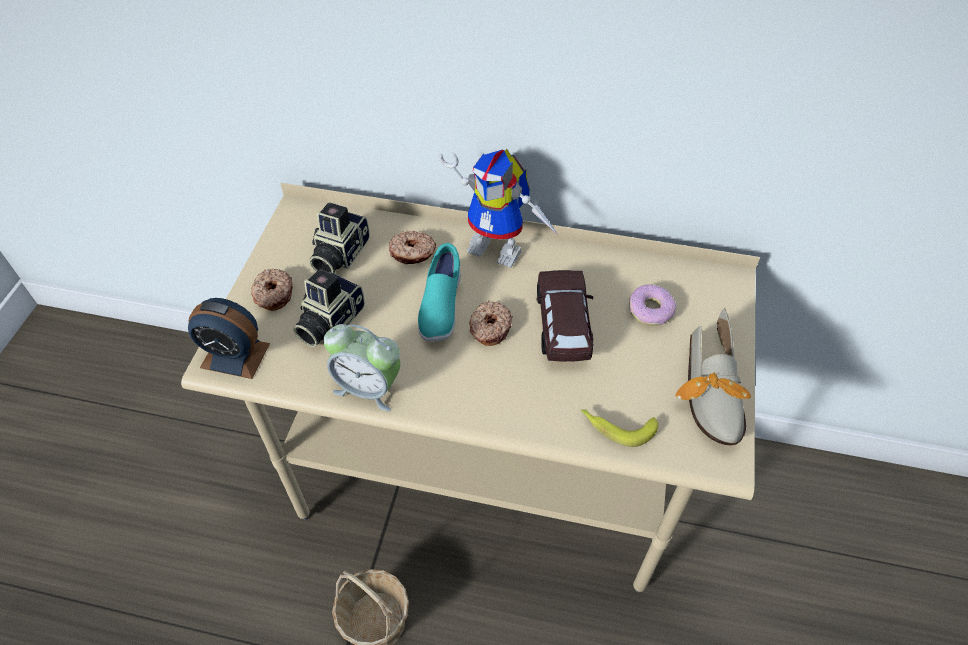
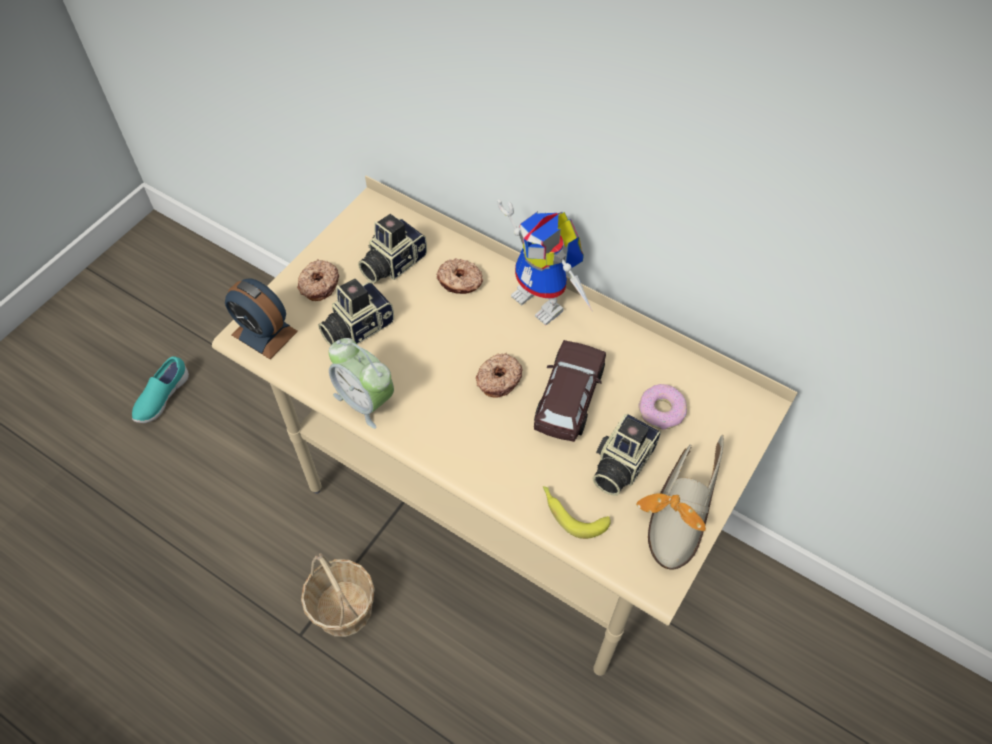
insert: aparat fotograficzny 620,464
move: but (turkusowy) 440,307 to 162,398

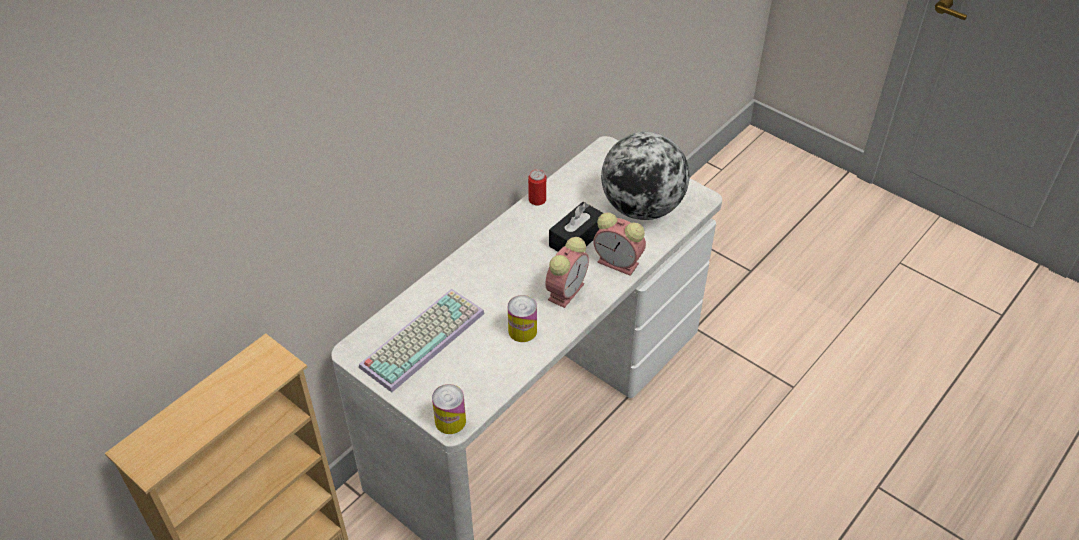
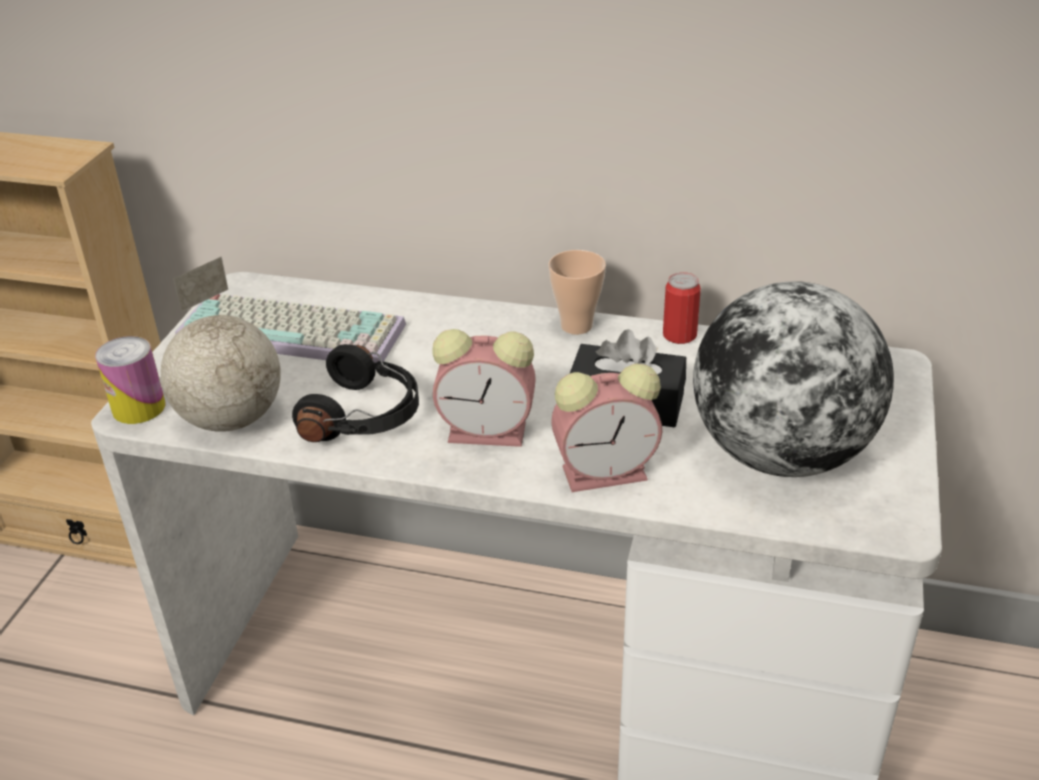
insert: globus 230,419; filiżanka 576,326
replace: puszka 522,331 to słuchawki (czarny) 365,415
rotate: budzik 619,263 = 608,472 105 degrees counterclockwise

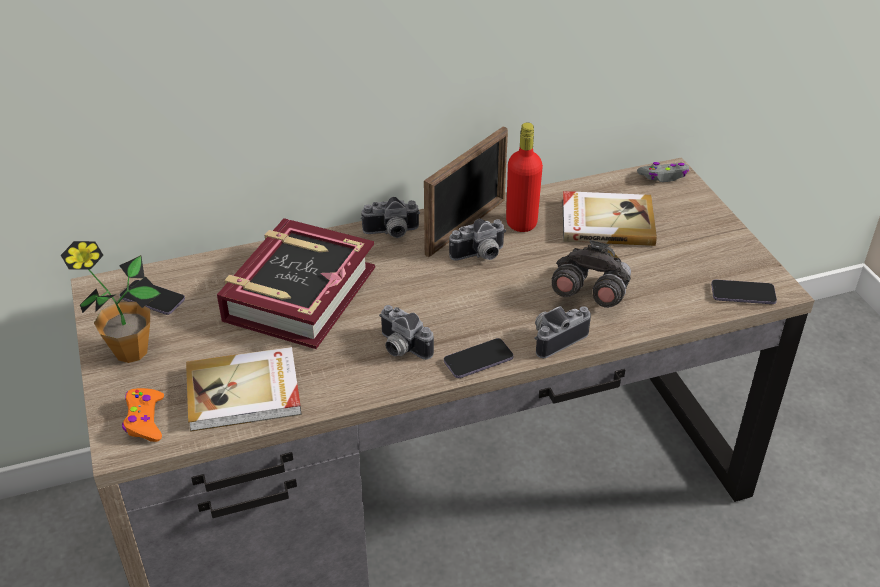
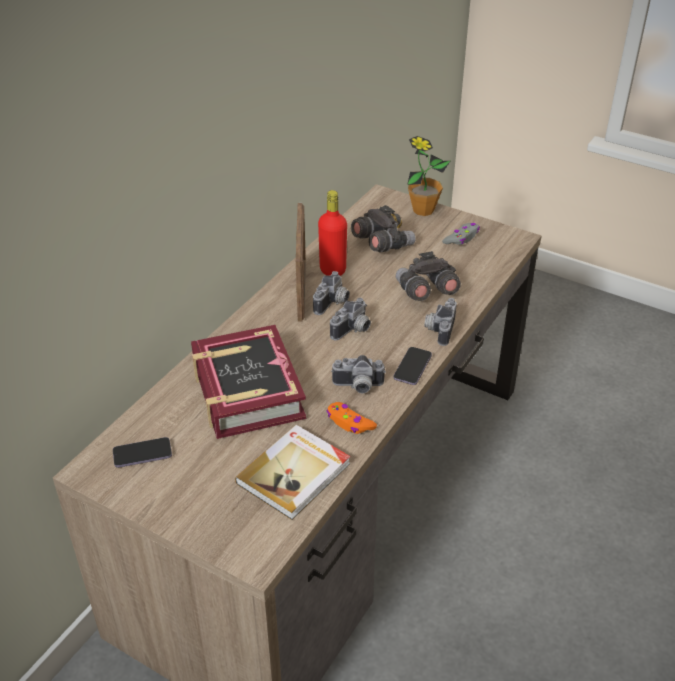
delete: telefon 743,294
move: roślina doniczkowa 131,351 to 423,210; pad do gier (pomarańczowy) 145,420 to 349,423; aparat fotograficzny 391,233 to 353,330; pad do gier (szary) 664,176 to 462,238
replace: książka 606,221 to lornetka (szary) 381,244

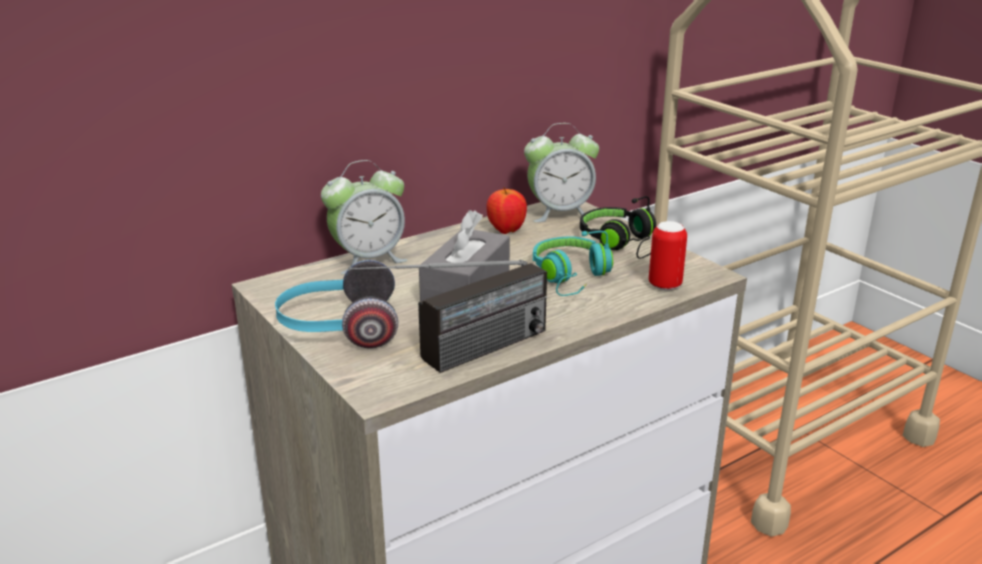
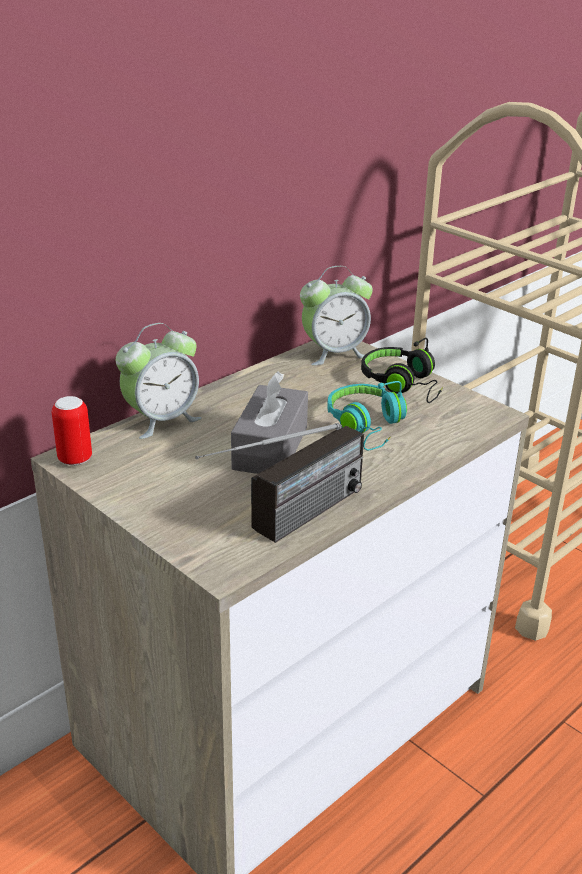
delete: słuchawki 338,328; jabłko 506,230
move: puszka 665,285 to 75,459

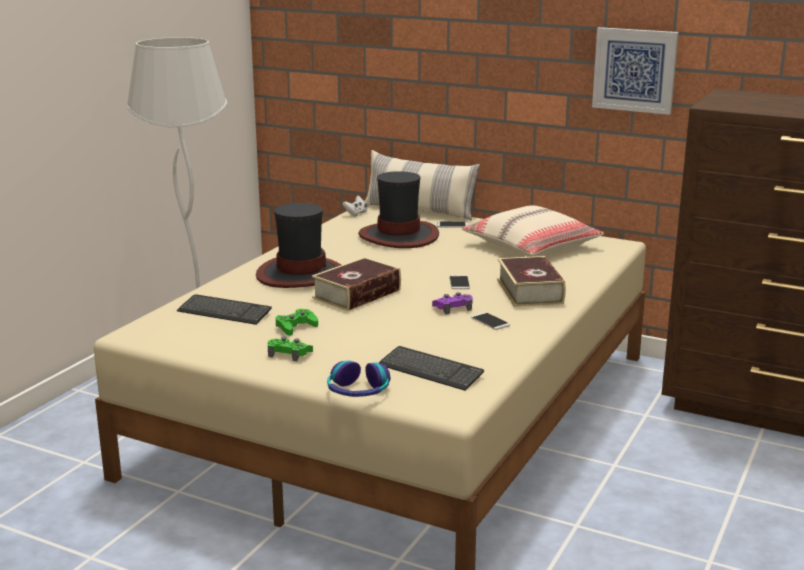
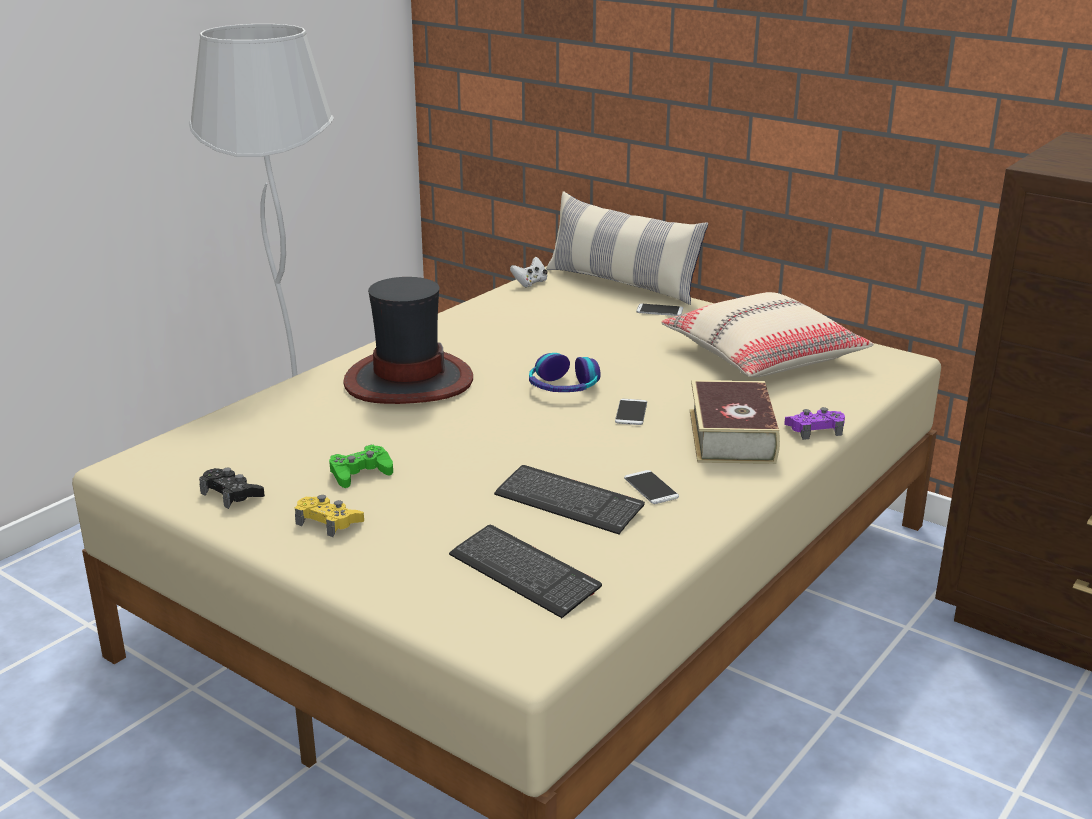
delete: książka 357,294; kapelusz 399,236; obraz 635,70
insert: pad do gier (czarny) 232,494
move: klawiatura 224,312 to 568,502; słuchawki 358,391 to 563,387; pad do gier (fioletowy) 453,308 to 815,430
recolor: pad do gier (zielony) 289,354 to pad do gier (żółty) 328,522

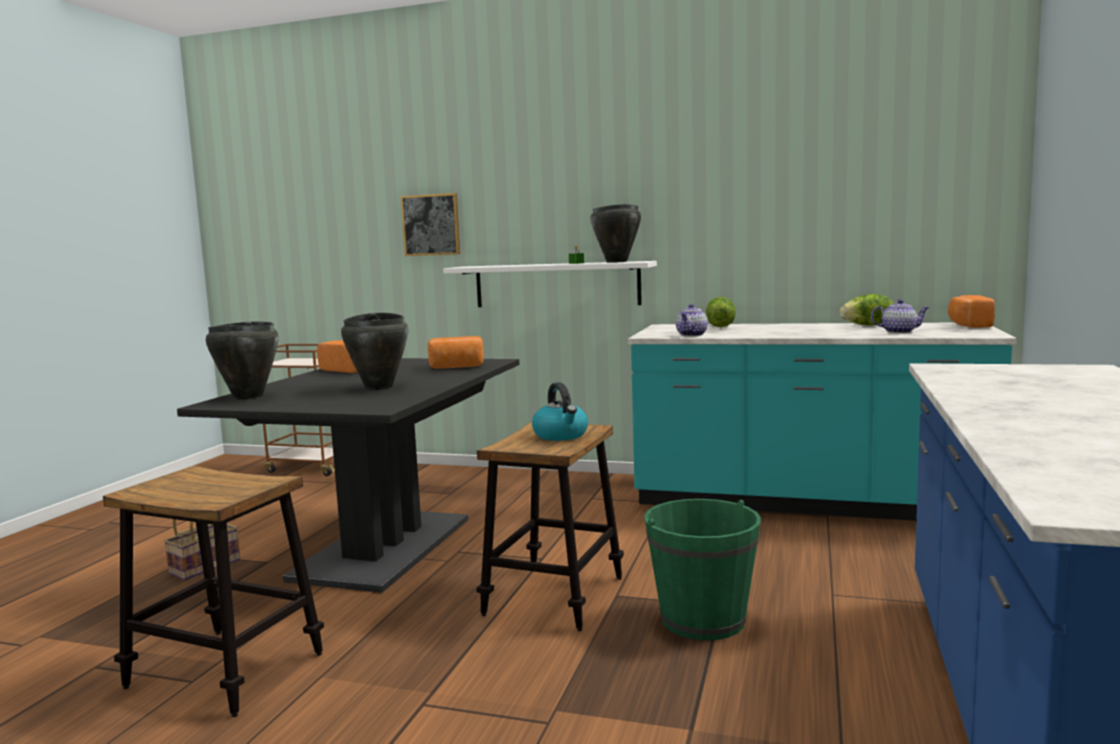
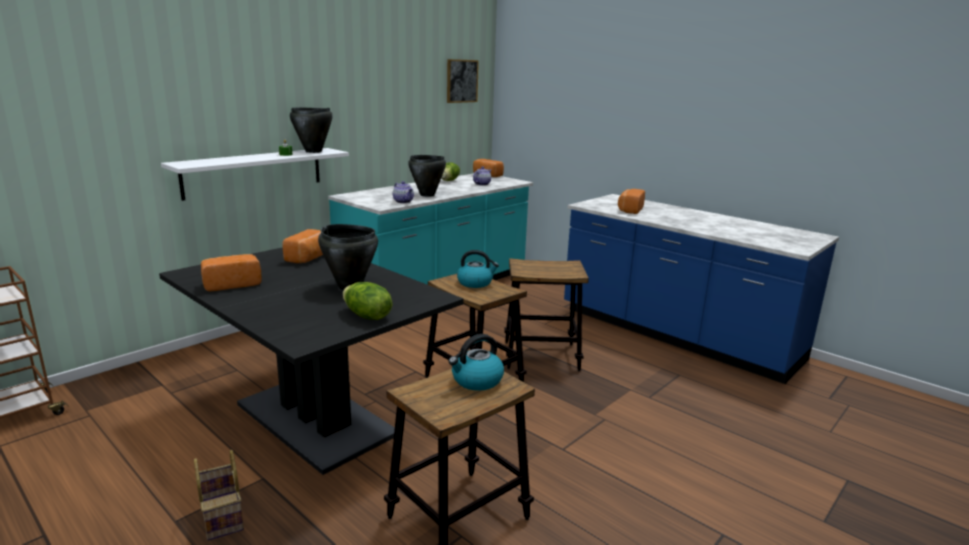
insert: czajnik 476,380; chleb 629,210
move: garnek (czarny) 247,397 to 427,195; obraz 431,225 to 461,81; sałata 720,326 to 366,316
replace: wiadro (zielony) 703,620 to stołek 541,356

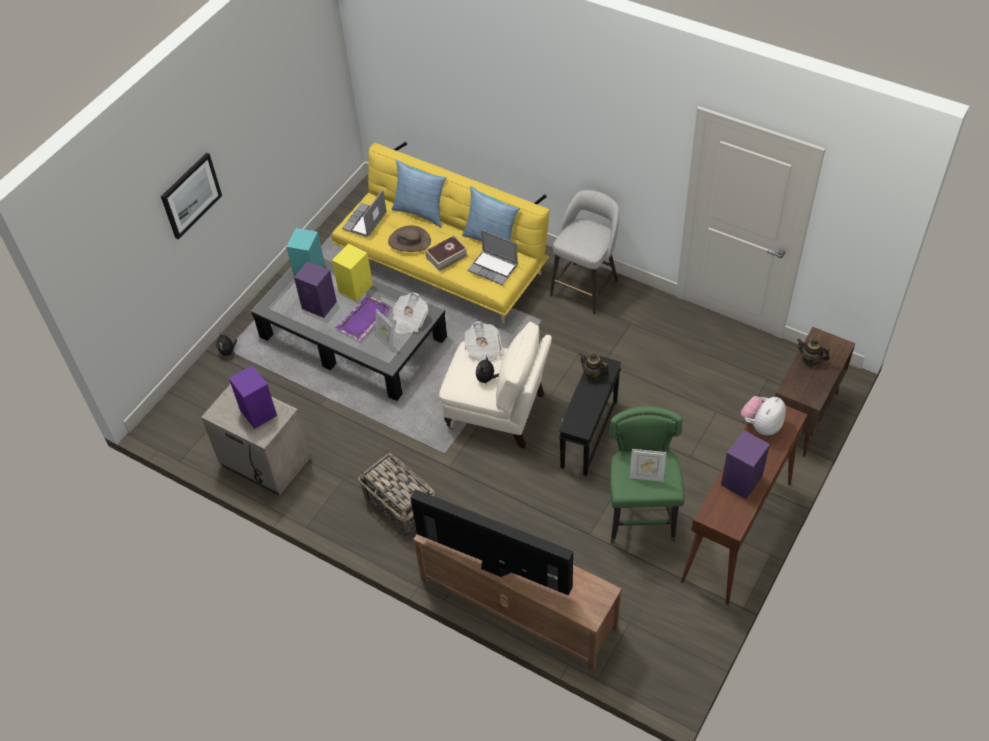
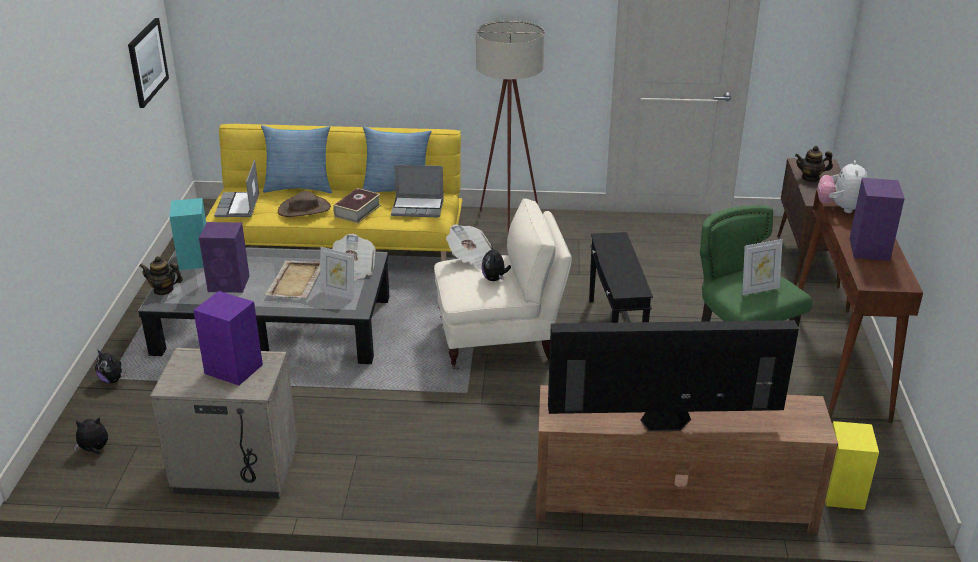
delete: koszyk 401,506
insert: pluszak 94,450
move: obraz 190,195 to 147,62; głośnik (żółty) 355,289 to 842,494; imbryk 593,374 to 163,290
replace: stołek (szary) 585,286 to lampa stojąca (beżowy) 508,225
recolor: taca (fioletowy) 363,319 to taca (beżowy) 295,282

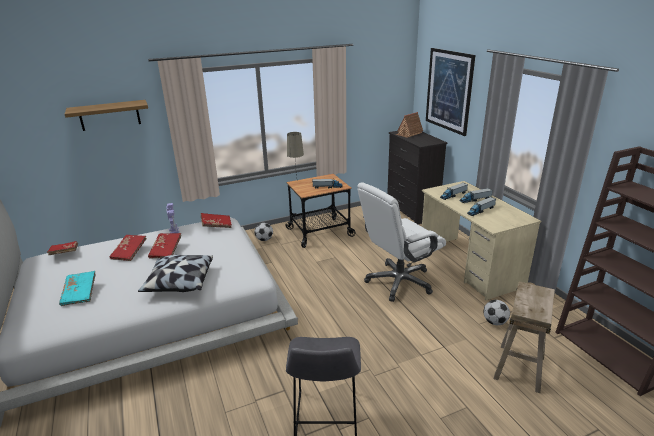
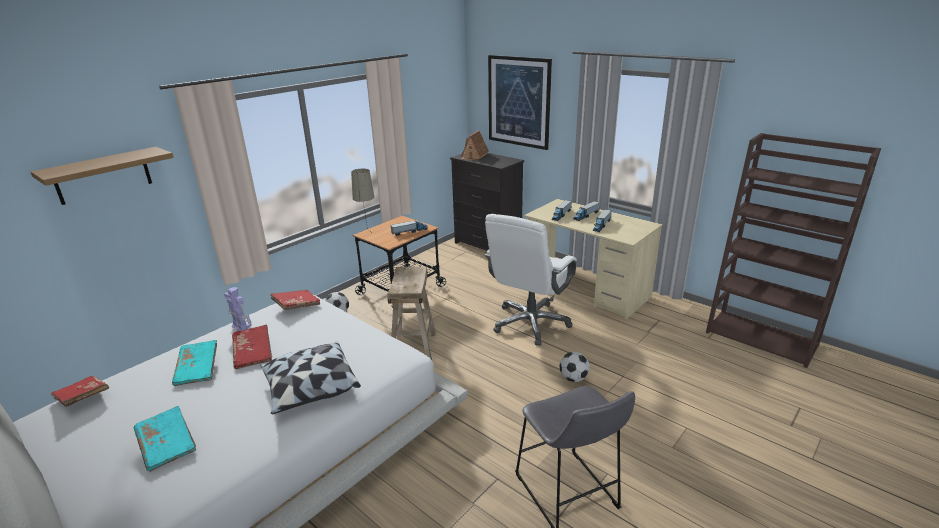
move: piłka futbolowa 494,322 to 573,378; stołek (beżowy) 520,367 to 414,347
recolor: książka (czerwony) 129,253 to książka (turkusowy) 198,370

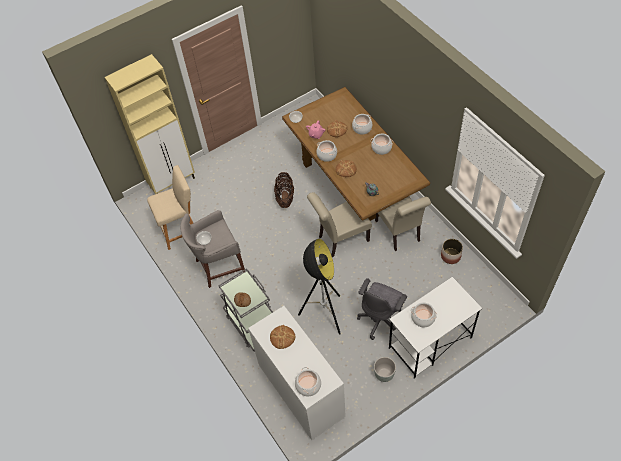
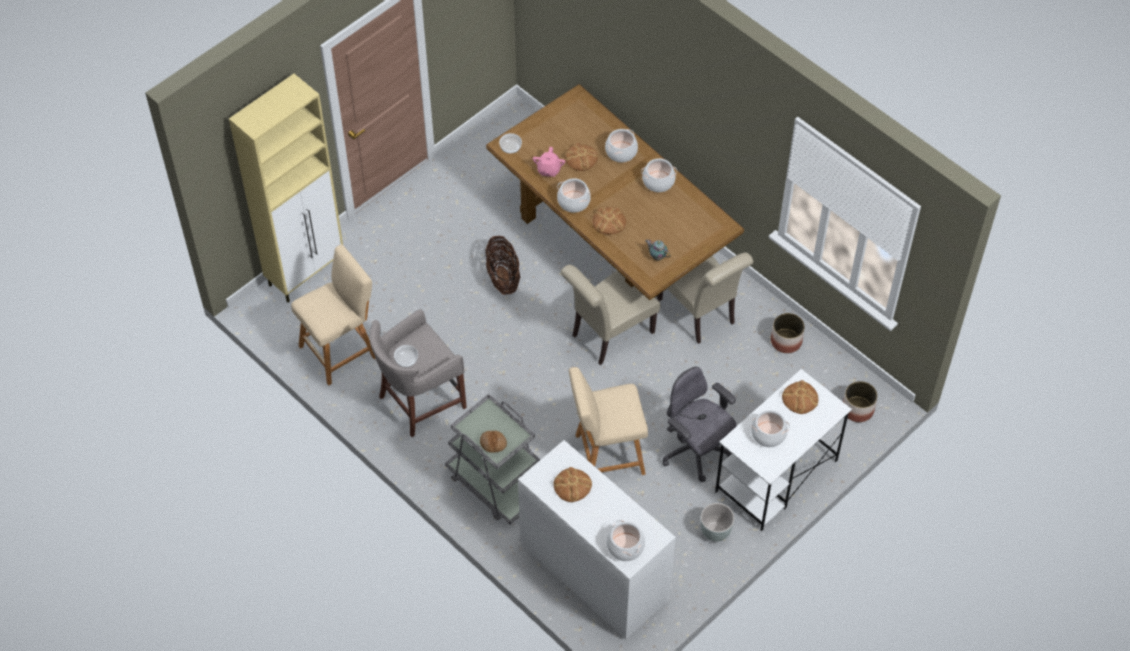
insert: chleb 800,398; donica 858,409
replace: lampa stojąca 324,314 to stołek (beżowy) 606,455
rotate: krzesło biurowe (szary) 381,320 = 695,451 120 degrees clockwise

